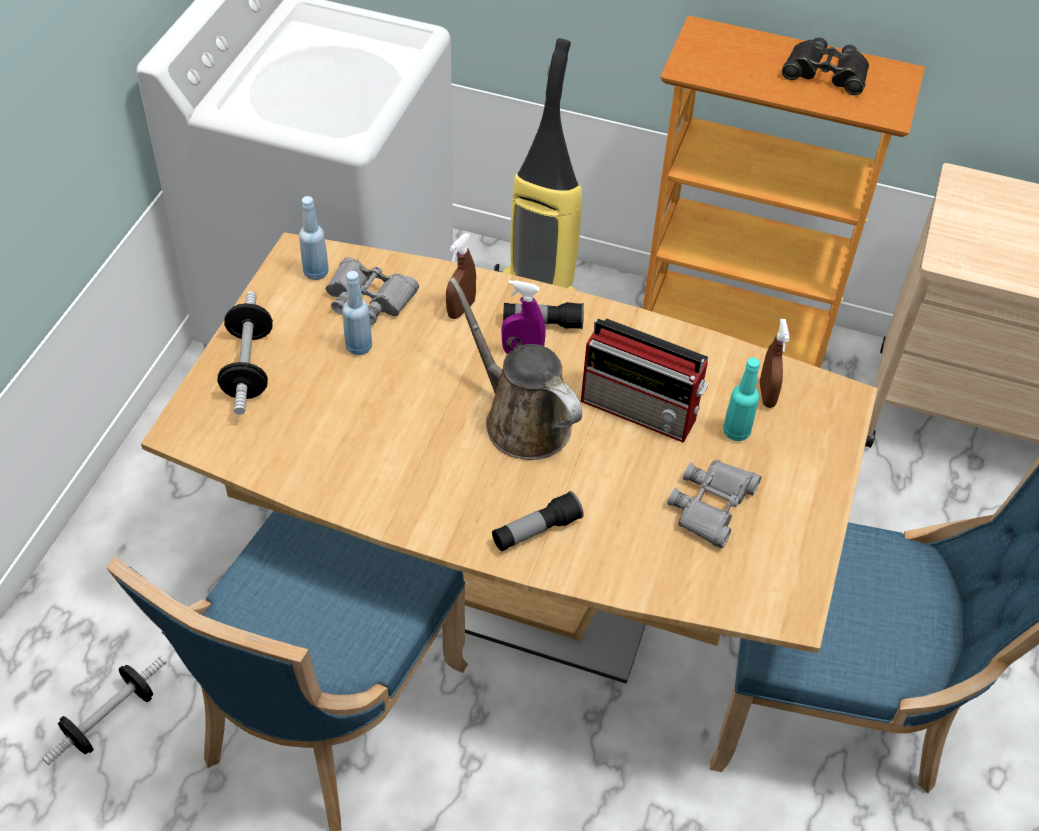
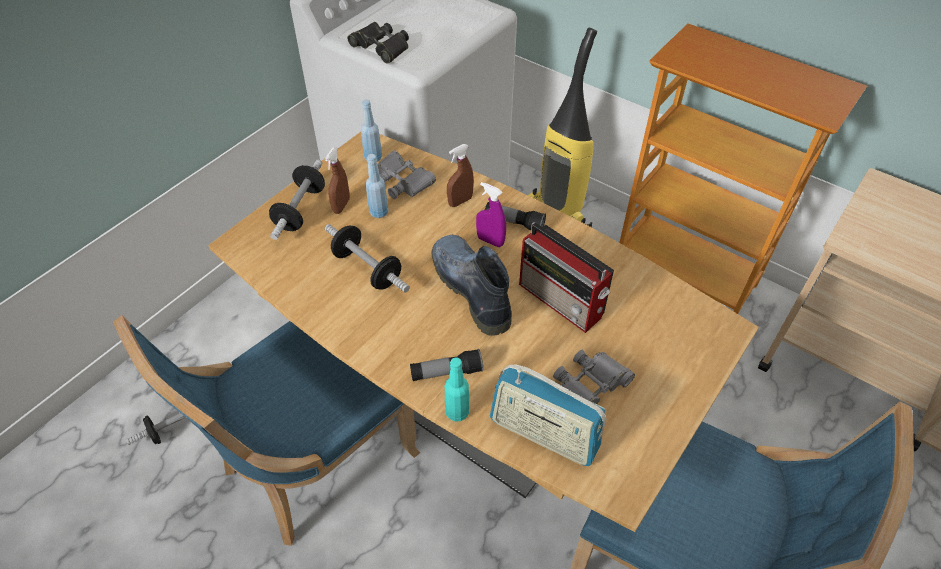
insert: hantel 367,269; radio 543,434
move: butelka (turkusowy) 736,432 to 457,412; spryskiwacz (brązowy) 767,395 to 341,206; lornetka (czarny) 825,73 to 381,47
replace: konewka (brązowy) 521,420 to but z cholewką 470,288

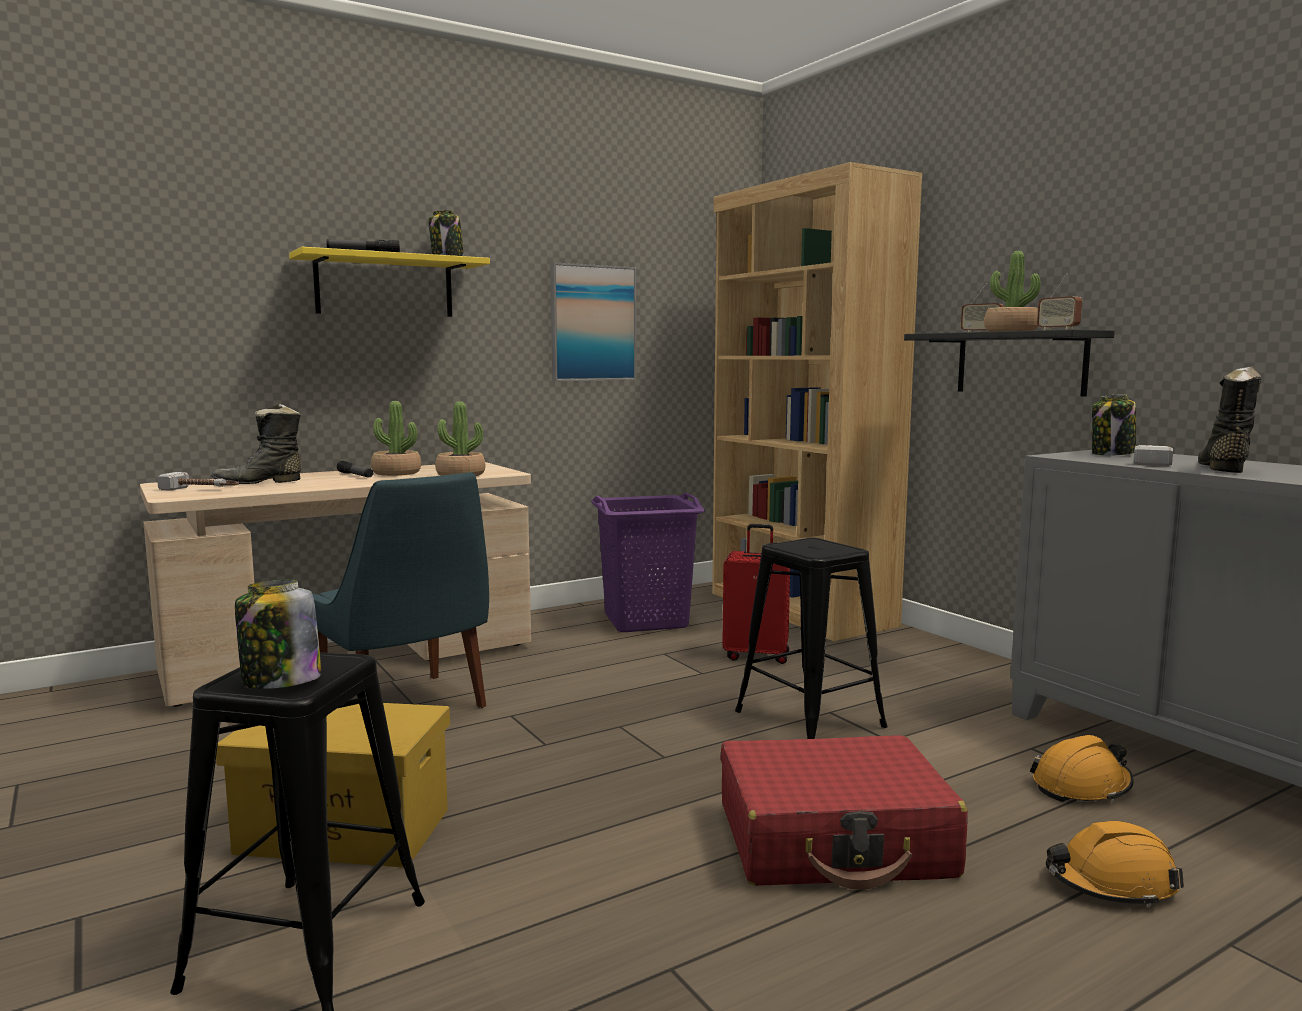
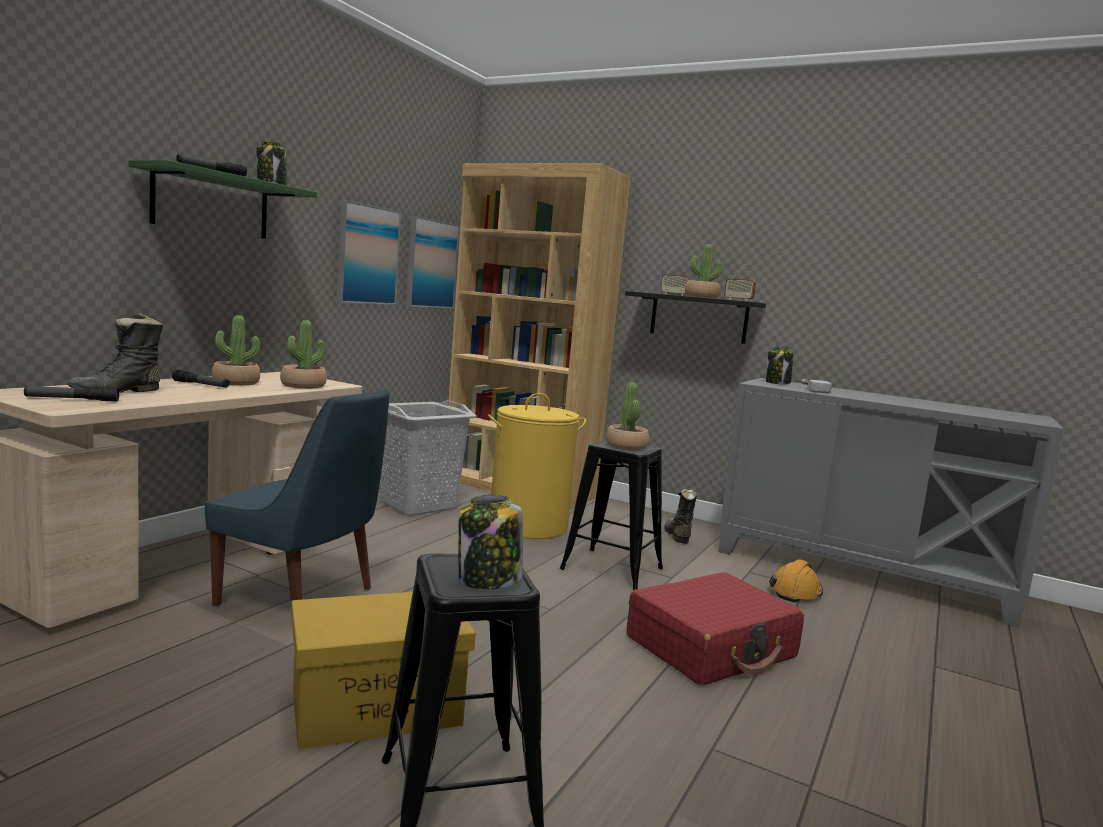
delete: kask (pomarańczowy) 1111,883
insert: obraz 431,264; roślina doniczkowa 626,446
move: but z cholewką (czarny) 1221,468 to 676,535
replace: młotek 202,489 to latarka 72,399; walizka (czerwony) 757,655 to kosz na pranie (żółty) 528,526
recolor: półka (żółty) 384,286 to półka (zielony) 211,204; kosz na pranie (fioletowy) 647,621 to kosz na pranie (szary) 418,505

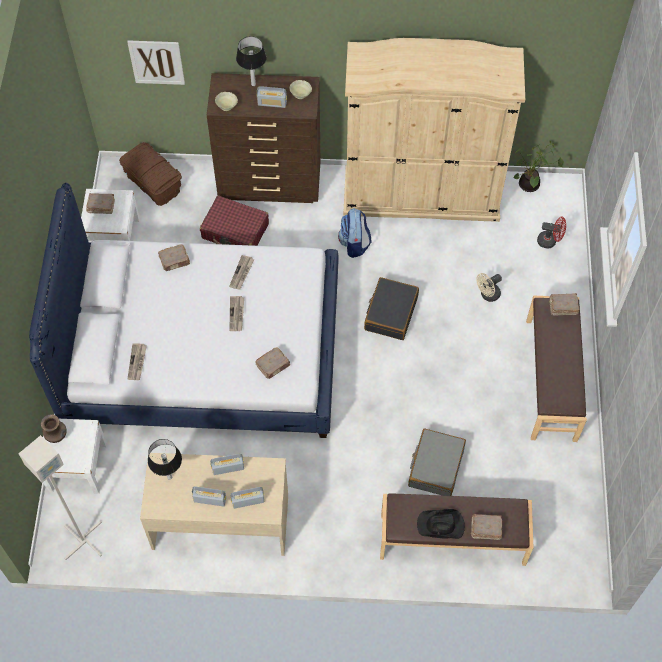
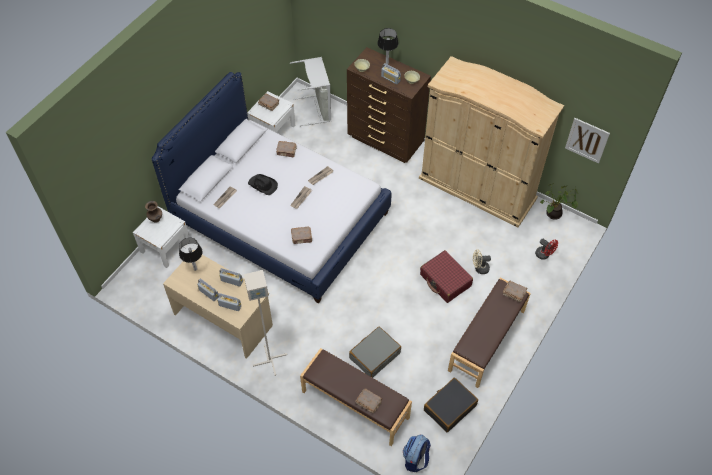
move: lampa stojąca (szary) 82,541 to 269,360; obraz 156,62 to 587,140; walizka (czerwony) 235,231 to 445,280; plecak 354,244 to 415,459; walizka (czarny) 390,313 to 449,407; kapelusz (czarny) 441,525 to 263,185
replace: pojemnik do przechowywania (brązowy) 153,183 to kosz na pranie (szary) 317,109

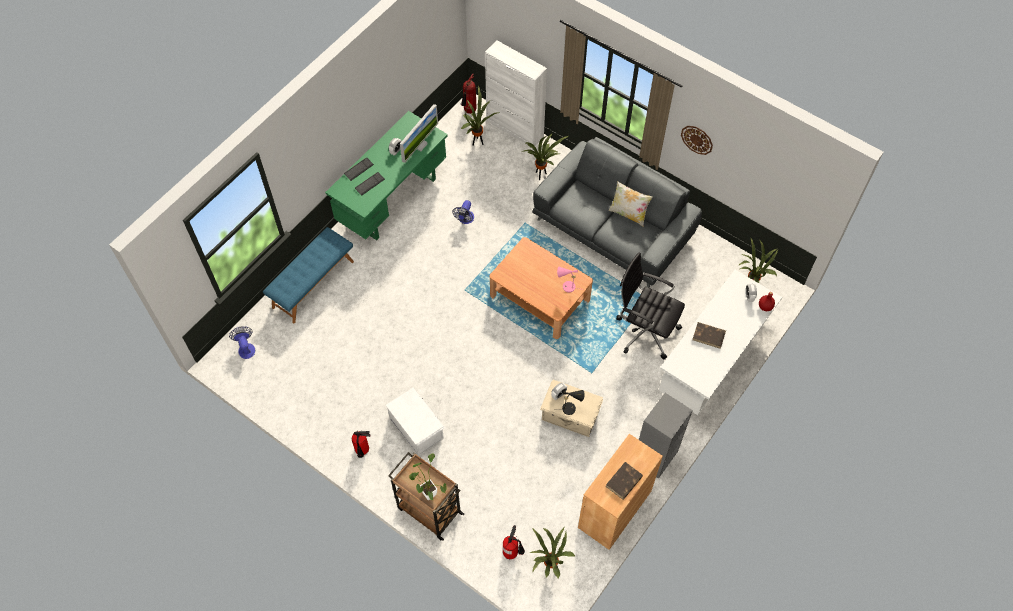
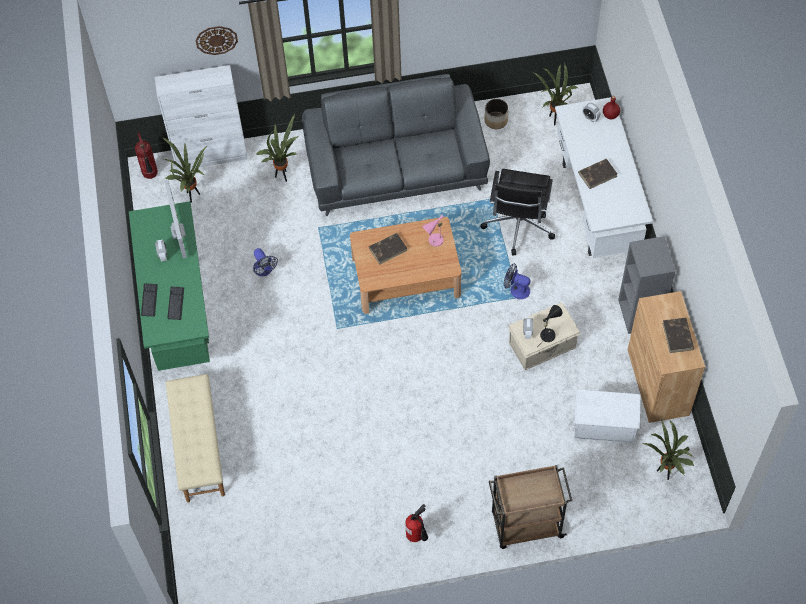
delete: roślina doniczkowa 427,492; gaśnica 512,552; poduszka 628,214
insert: książka (brązowy) 388,249; donica 496,120
move: wentylator 246,348 to 516,289; pojemnik do przechowywania (biały) 417,427 to 604,423; zegar ścienny 697,139 to 216,40
recolor: ławka (niebieski) 313,284 to ławka (beżowy) 198,447
rotate: krzesło biurowe (czarny) 645,330 = 518,226 60 degrees counterclockwise

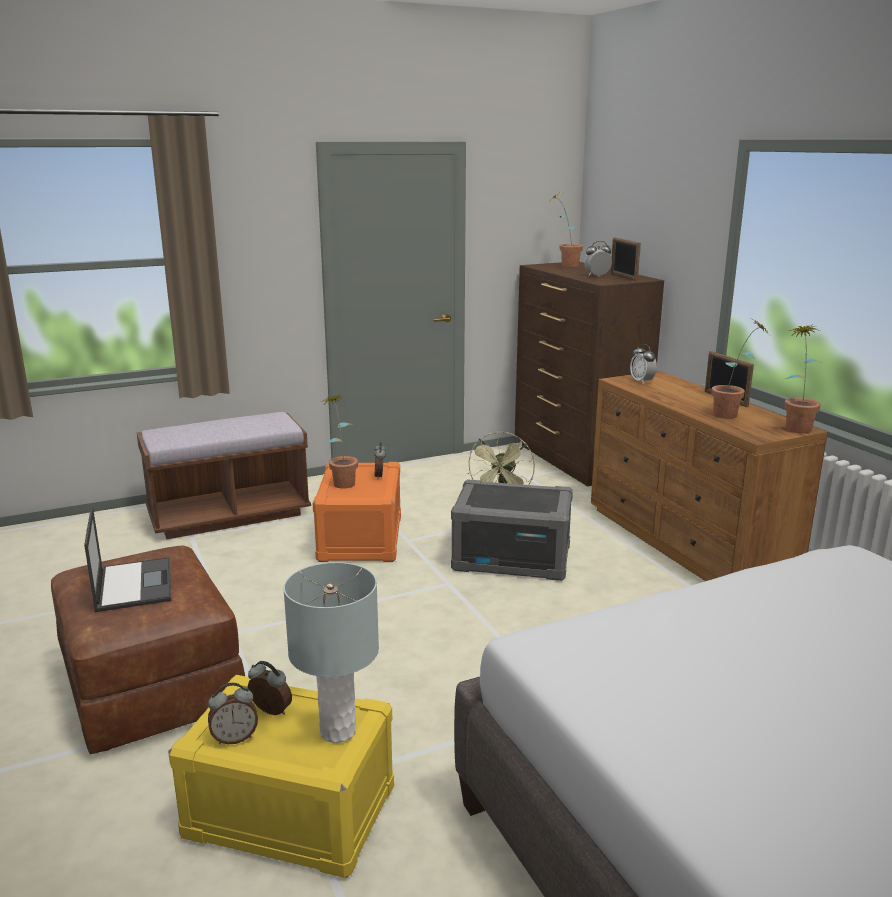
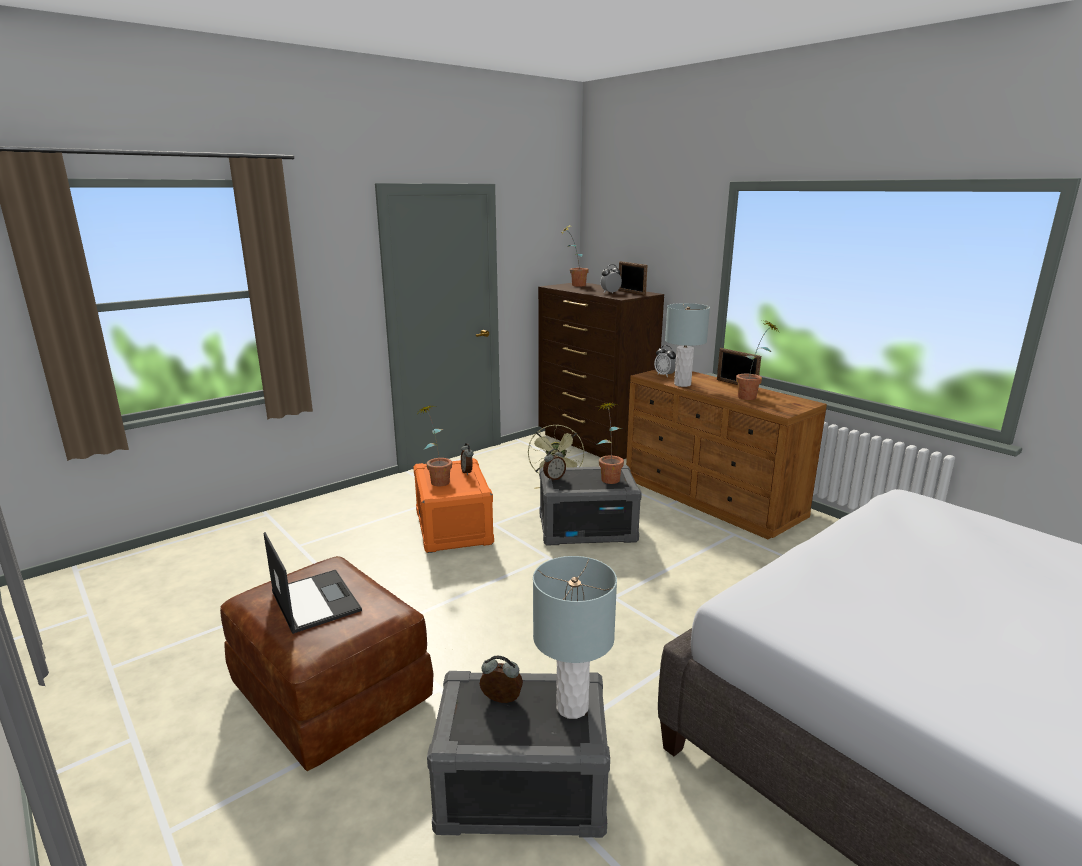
delete: ławka (brązowy) 229,515
insert: lampa stołowa (szary) 682,384
move: budzik 234,738 to 554,478; roślina doniczkowa 796,427 to 609,477
recolor: pojemnik do przechowywania (żółty) 289,813 to pojemnik do przechowywania (szary) 521,788

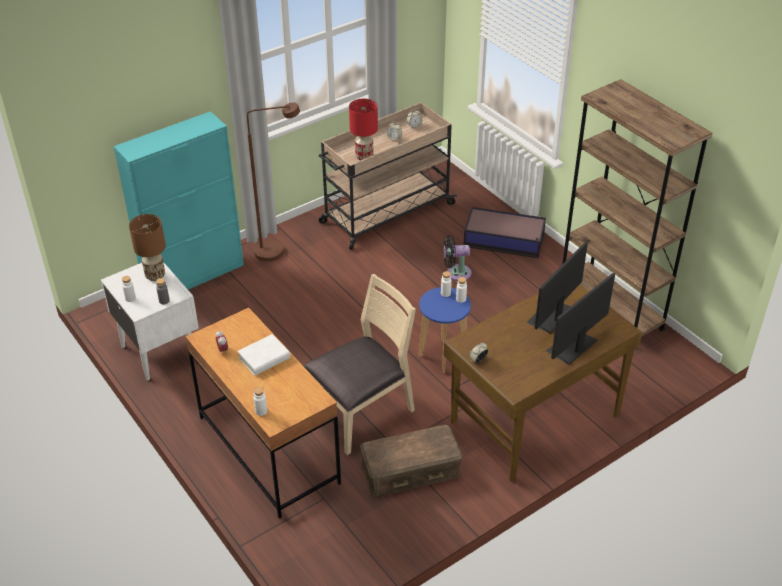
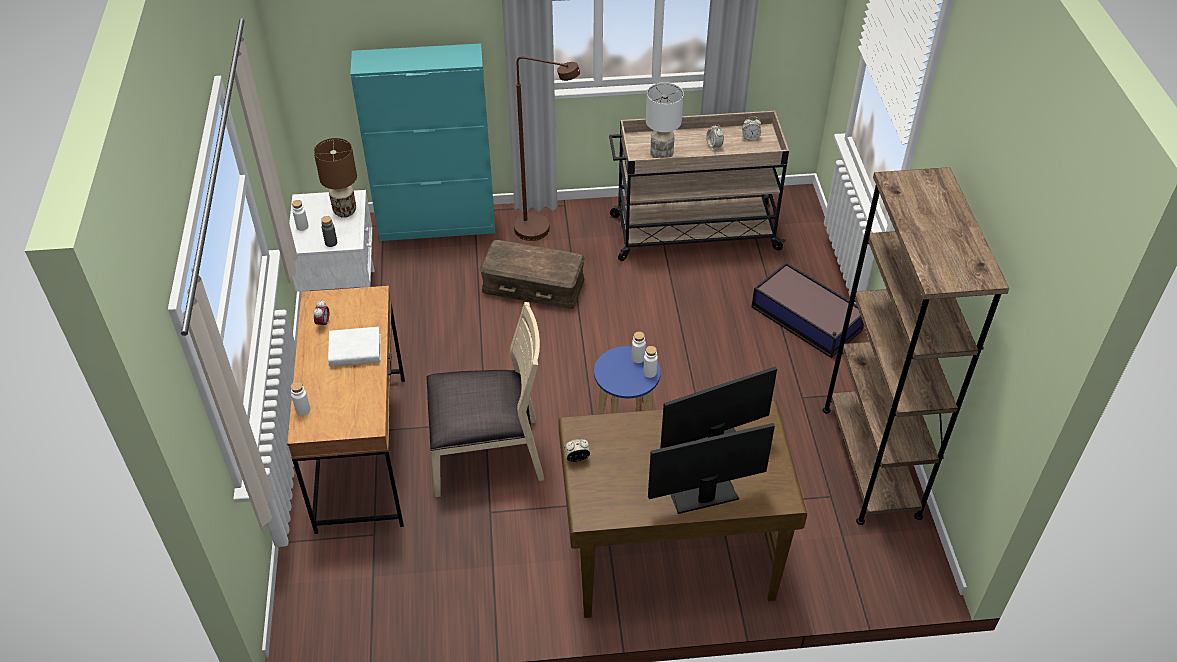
delete: wentylator (czarny) 456,273
move: pojemnik do przechowywania (brązowy) 410,470 to 533,285
recolor: lampa stołowa (czerwony) 364,157 to lampa stołowa (biały) 661,156

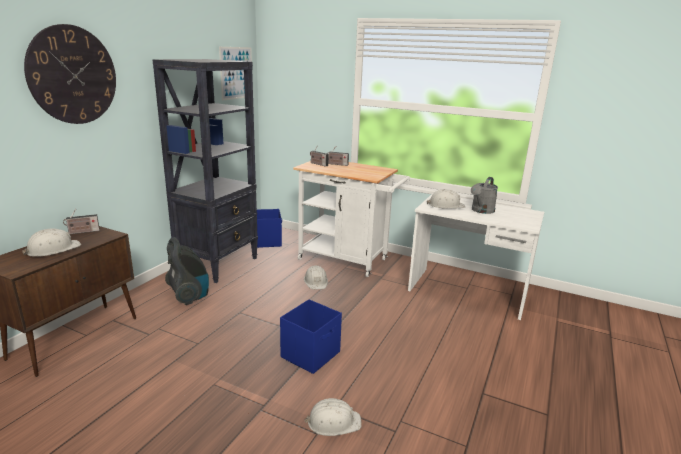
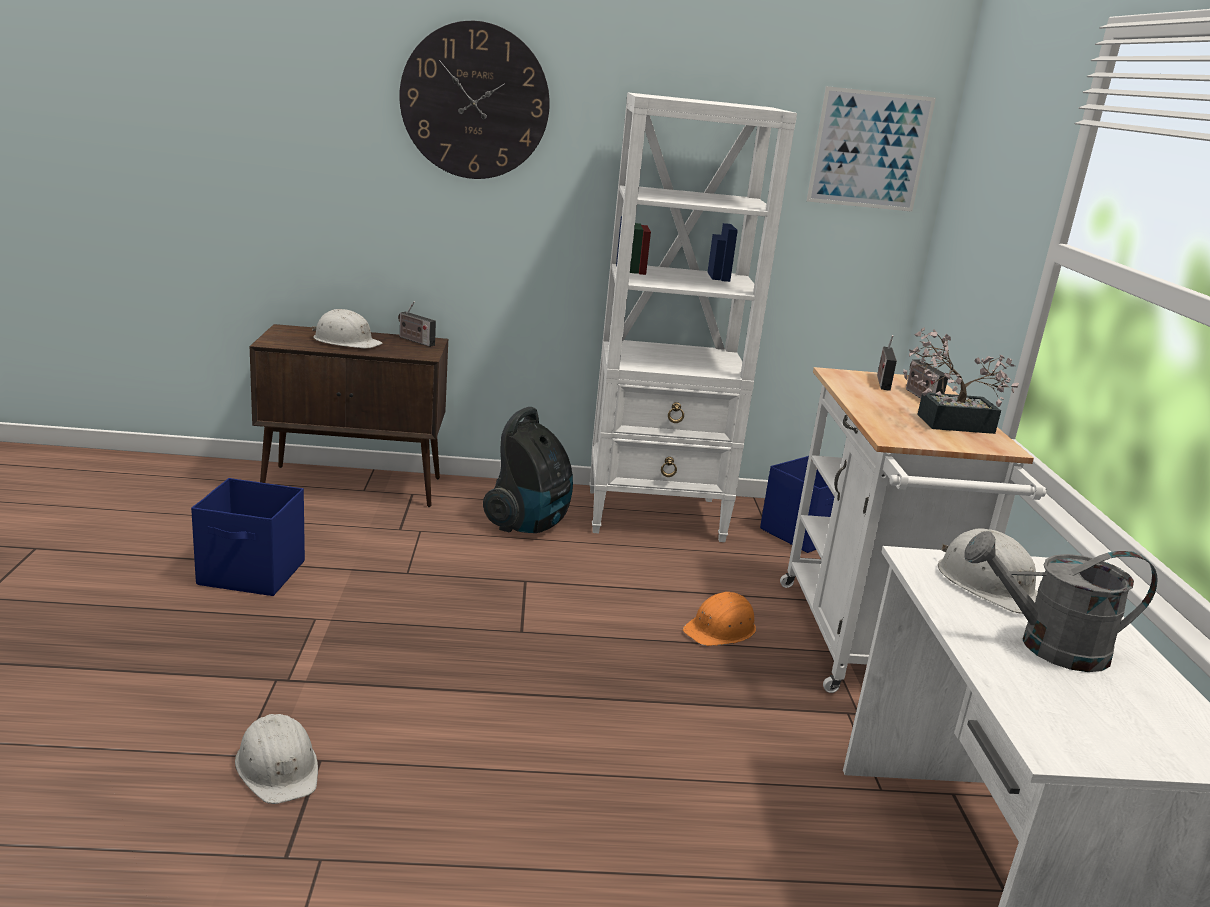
insert: roślina doniczkowa 946,423
move: pojemnik do przechowywania (niebieski) 311,354 to 253,574
recolor: regał (czarny) 218,264 to regał (biały) 656,515; kask (biały) 316,281 to kask (pomarańczowy) 721,629

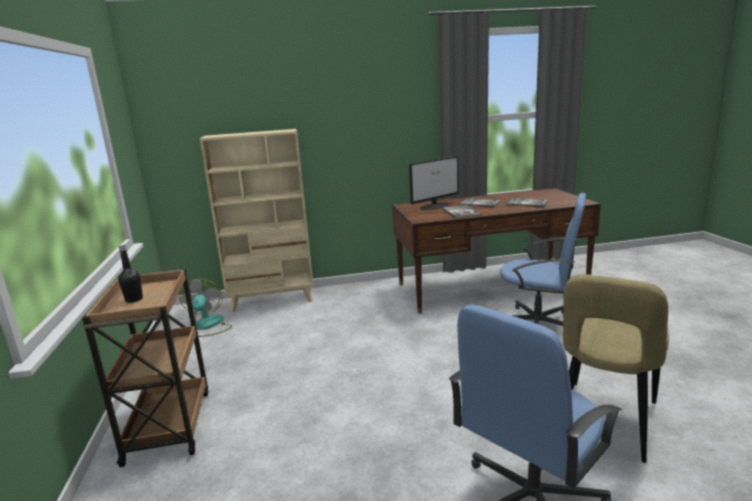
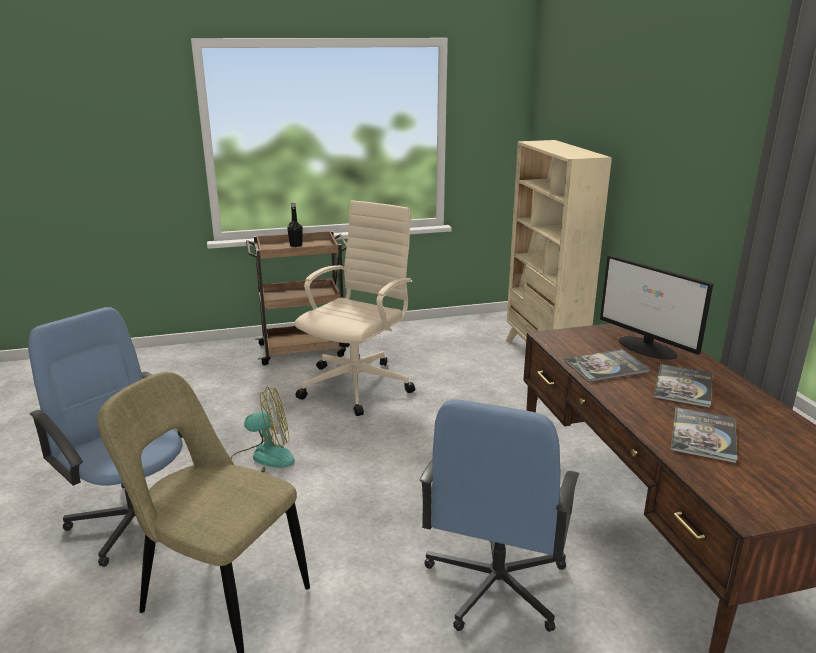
insert: krzesło biurowe (beżowy) 358,384
move: wentylator 208,326 to 262,458

